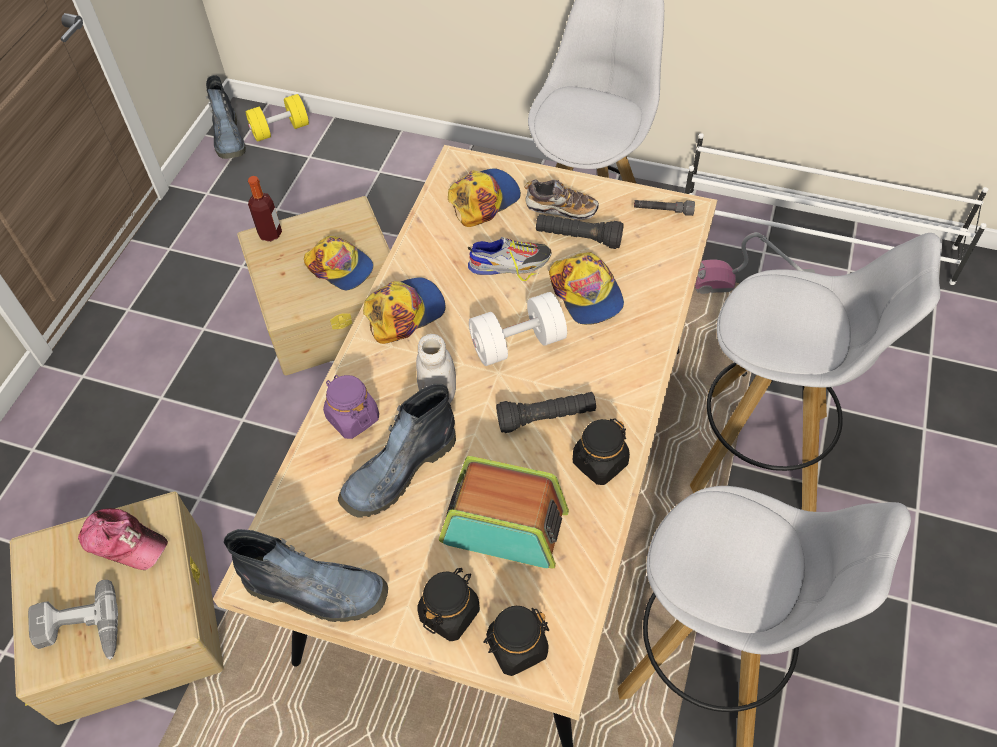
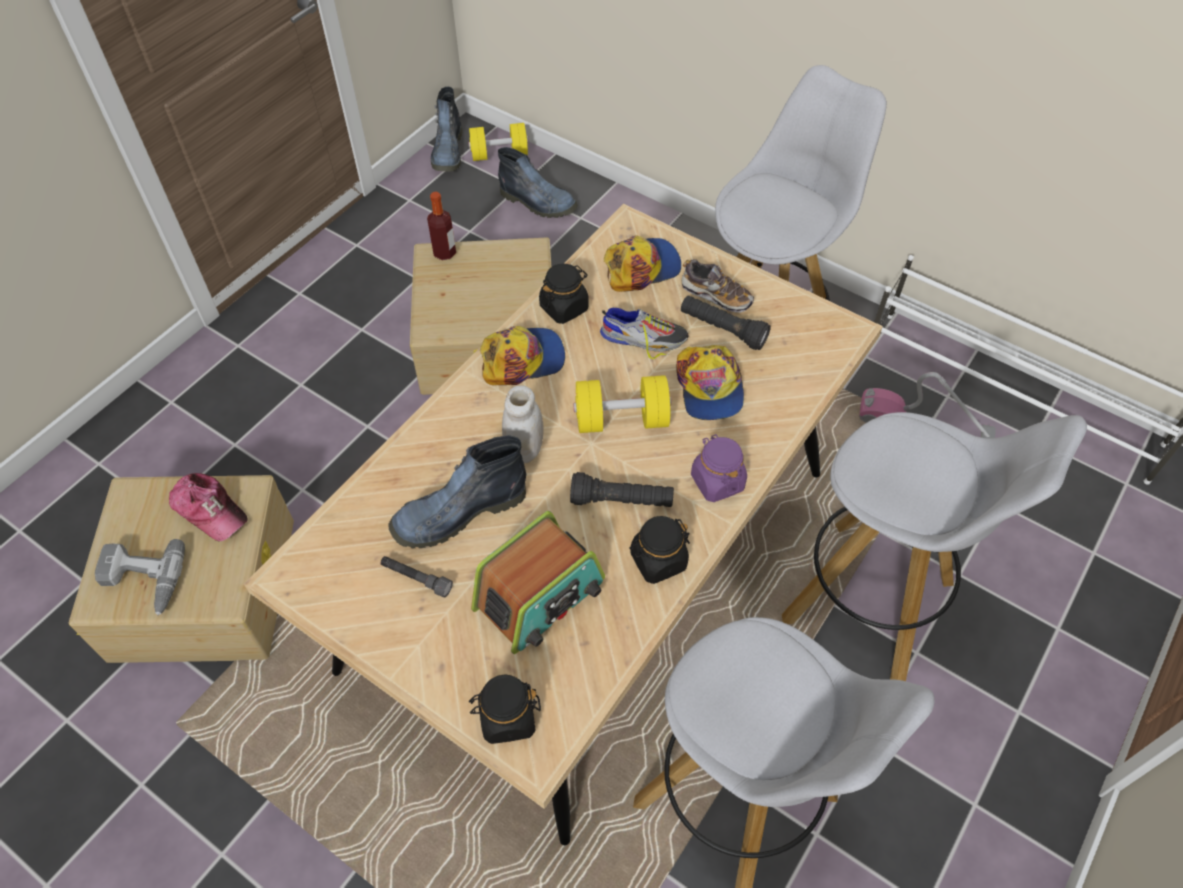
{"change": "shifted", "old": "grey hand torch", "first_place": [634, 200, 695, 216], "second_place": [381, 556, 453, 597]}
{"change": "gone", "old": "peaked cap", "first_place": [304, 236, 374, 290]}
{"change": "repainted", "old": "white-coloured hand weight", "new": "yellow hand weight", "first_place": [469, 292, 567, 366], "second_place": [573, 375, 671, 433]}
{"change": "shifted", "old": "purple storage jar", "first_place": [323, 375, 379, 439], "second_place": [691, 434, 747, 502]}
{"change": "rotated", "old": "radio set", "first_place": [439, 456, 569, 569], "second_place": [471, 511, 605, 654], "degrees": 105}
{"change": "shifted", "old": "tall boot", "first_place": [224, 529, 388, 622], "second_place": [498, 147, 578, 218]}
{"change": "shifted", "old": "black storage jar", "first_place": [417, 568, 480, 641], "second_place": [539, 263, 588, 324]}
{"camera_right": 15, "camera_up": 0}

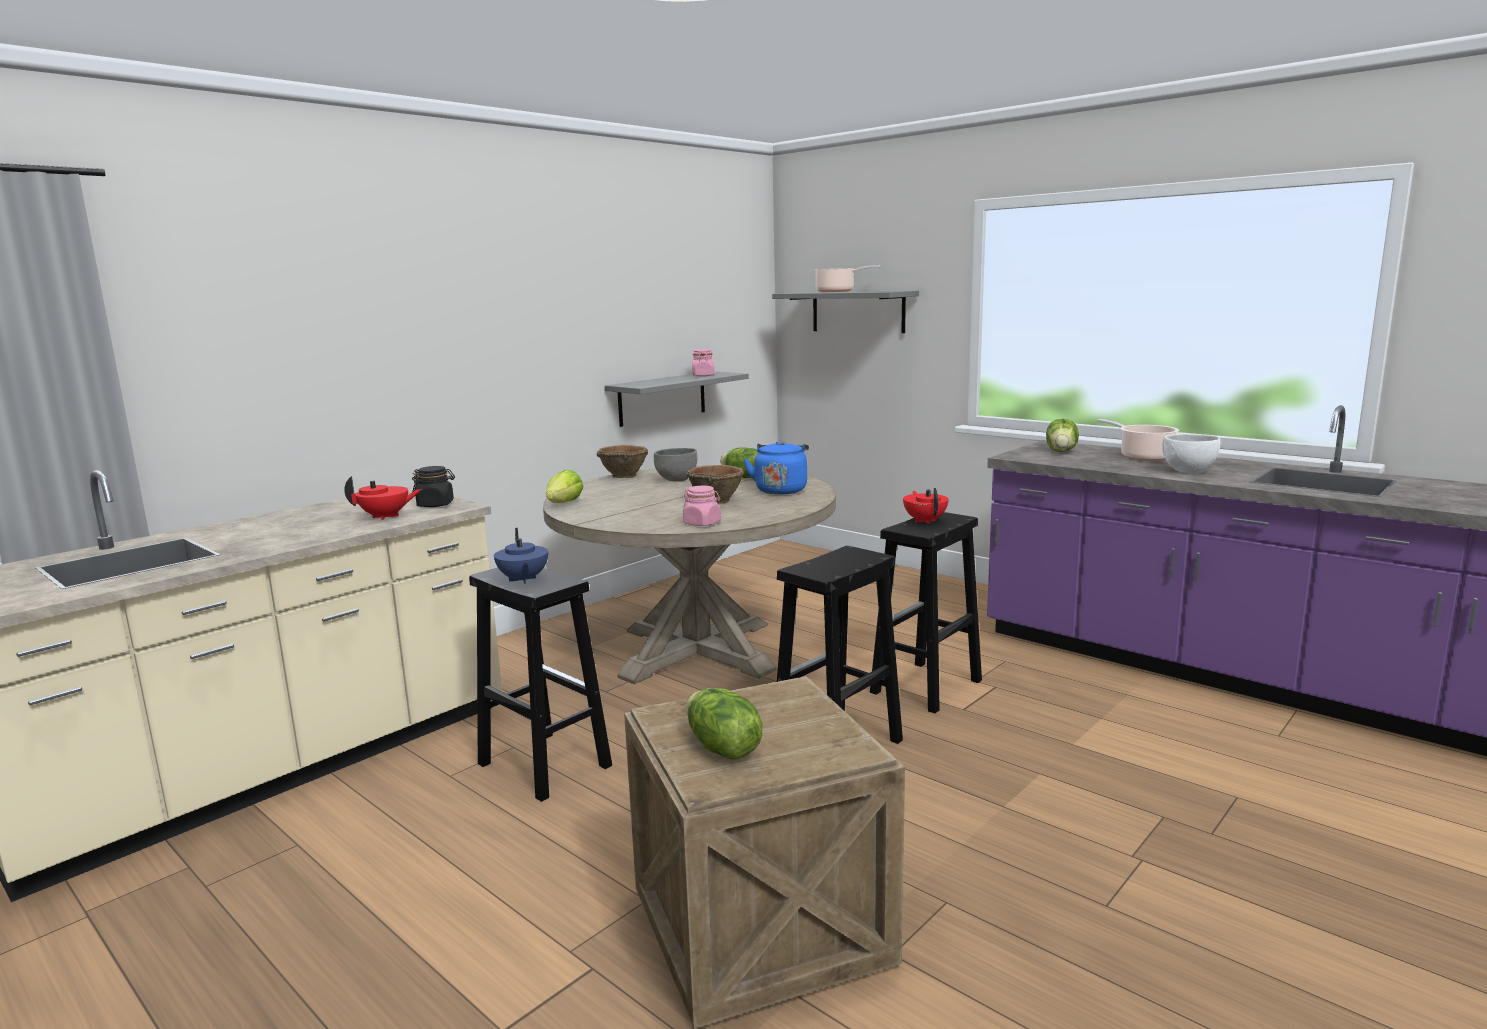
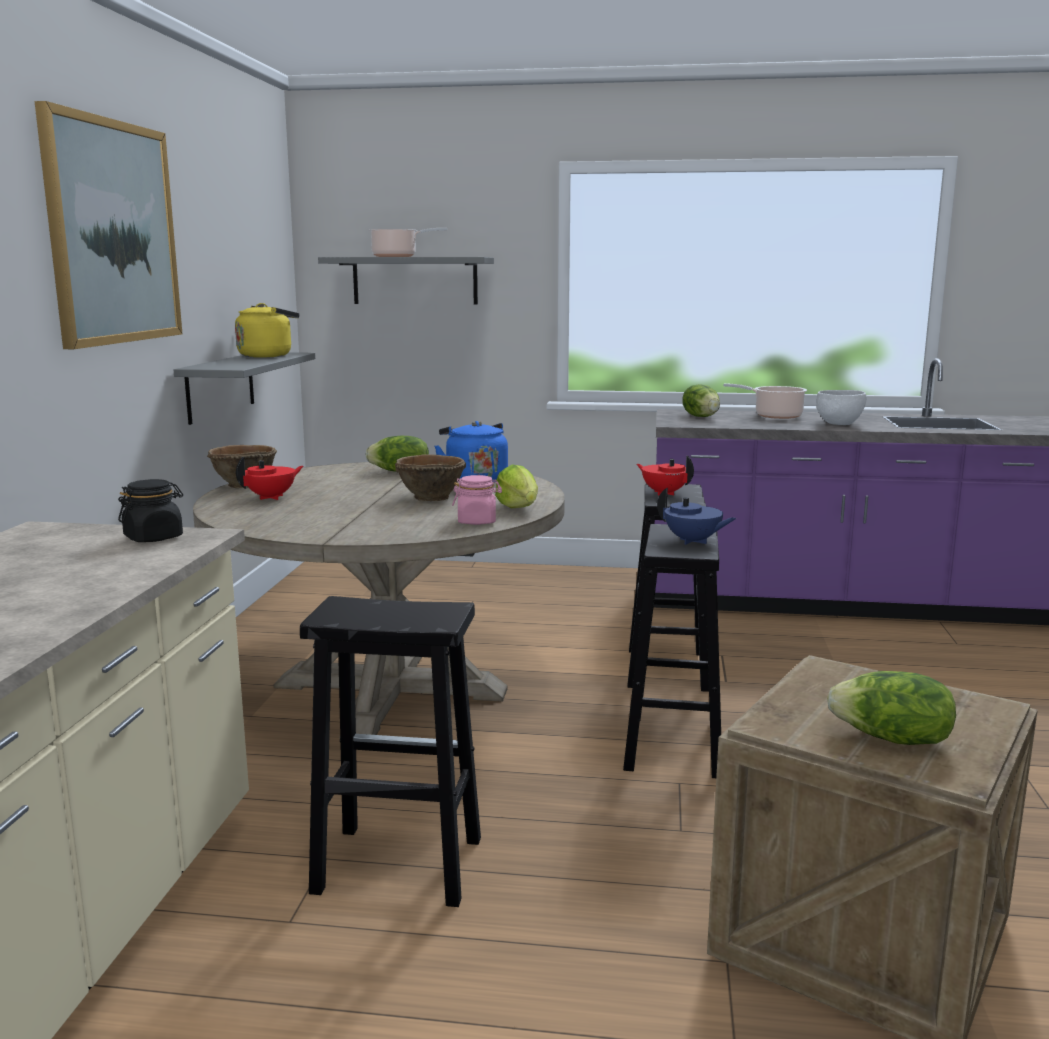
{"change": "swapped", "old": "pink storage jar", "new": "yellow water kettle", "first_place": [692, 349, 714, 377], "second_place": [235, 303, 299, 358]}
{"change": "gone", "old": "grey serving bowl", "first_place": [654, 448, 697, 482]}
{"change": "shifted", "old": "lettuce", "first_place": [546, 470, 583, 503], "second_place": [495, 465, 538, 508]}
{"change": "shifted", "old": "red-coloured tea pot", "first_place": [344, 476, 422, 520], "second_place": [236, 457, 303, 500]}
{"change": "shifted", "old": "blue tea pot", "first_place": [494, 528, 548, 584], "second_place": [657, 488, 736, 545]}
{"change": "new", "new": "wall art", "second_place": [34, 101, 182, 349]}
{"camera_right": -35, "camera_up": 0}

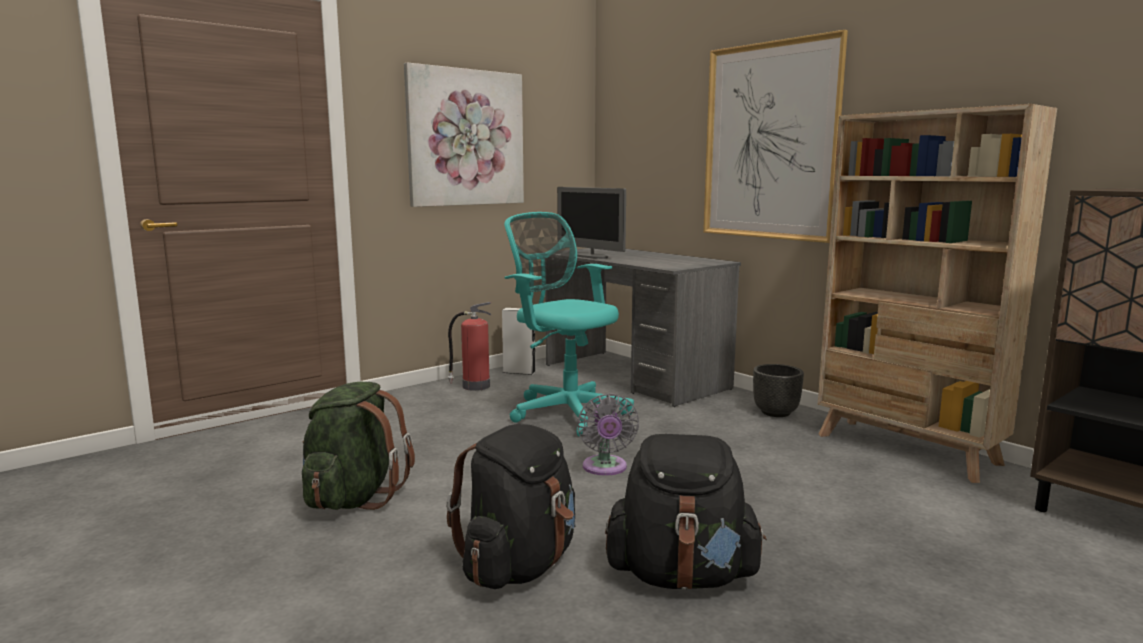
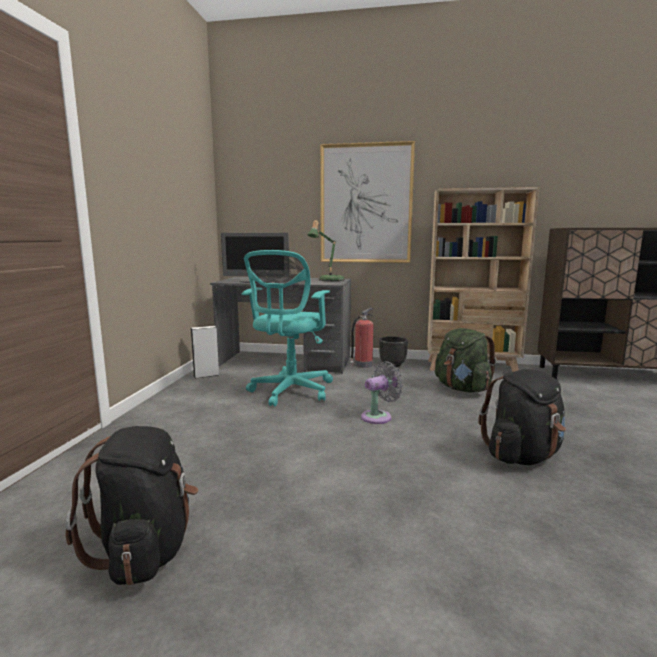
{"change": "gone", "old": "wall art", "first_place": [404, 62, 524, 207]}
{"change": "rotated", "old": "turquoise computer chair", "first_place": [504, 212, 634, 436], "second_place": [241, 250, 333, 406], "degrees": -75}
{"change": "shifted", "old": "fire-fighting cylinder", "first_place": [448, 302, 491, 391], "second_place": [350, 308, 374, 368]}
{"change": "shifted", "old": "green knapsack", "first_place": [302, 382, 415, 510], "second_place": [435, 328, 497, 393]}
{"change": "rotated", "old": "grey cooling fan", "first_place": [577, 393, 639, 476], "second_place": [361, 361, 403, 424], "degrees": -75}
{"change": "shifted", "old": "black knapsack", "first_place": [446, 424, 575, 589], "second_place": [66, 426, 199, 585]}
{"change": "new", "new": "table lamp", "second_place": [307, 220, 345, 281]}
{"camera_right": -40, "camera_up": 0}

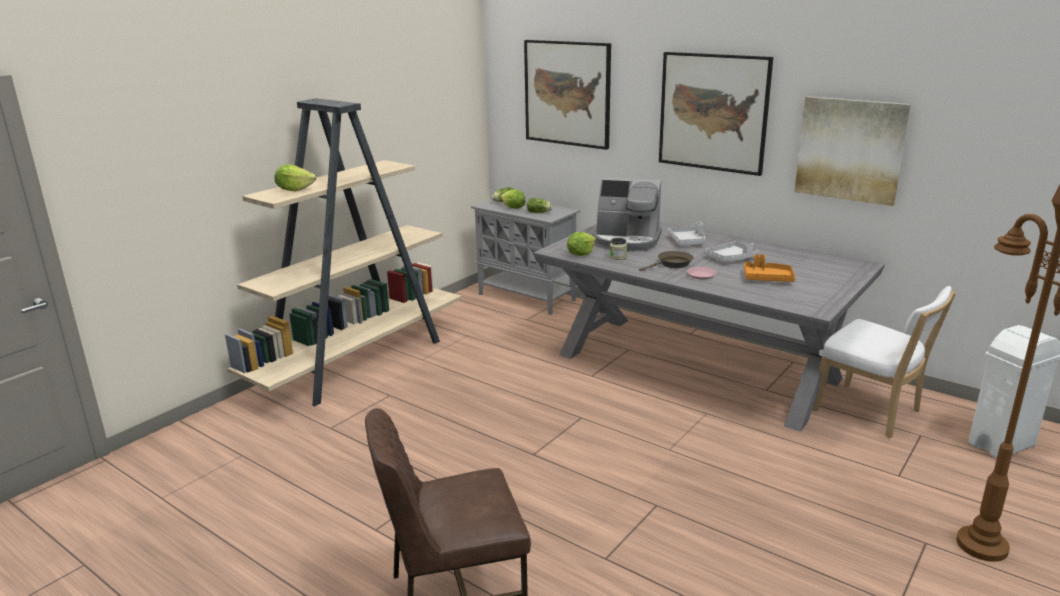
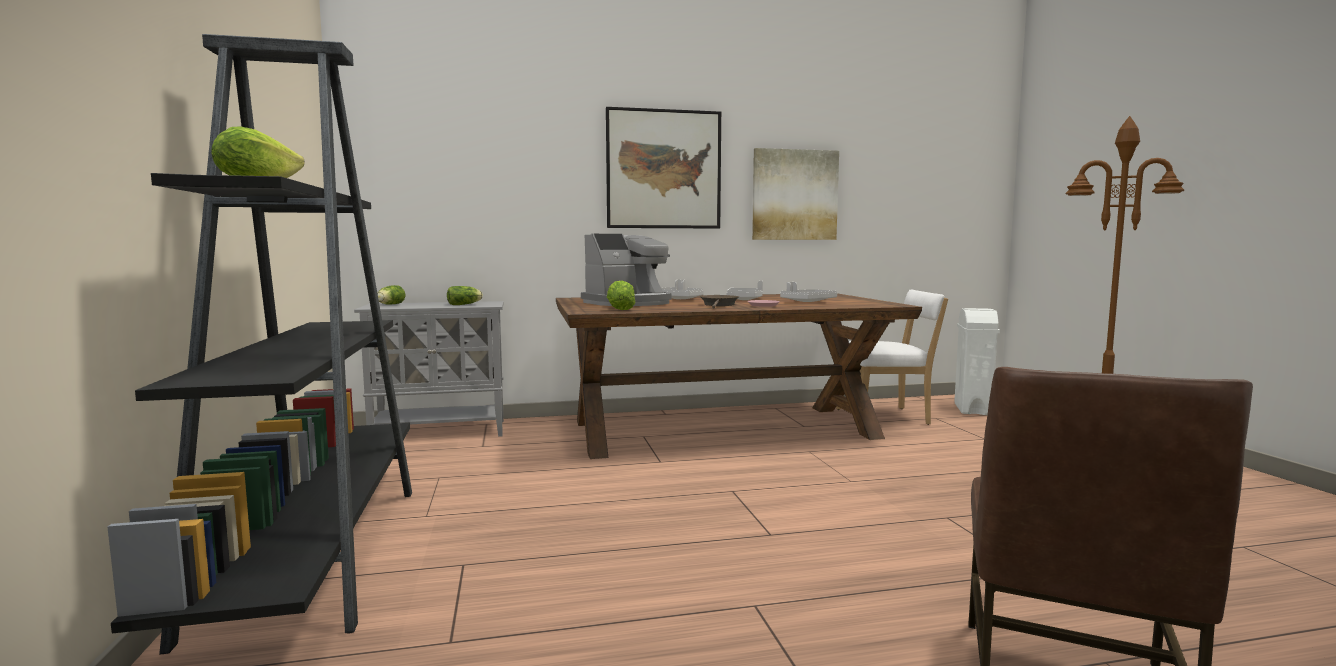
{"change": "gone", "old": "wall art", "first_place": [524, 40, 611, 150]}
{"change": "repainted", "old": "beige bookshelf", "new": "black bookshelf", "first_place": [225, 98, 462, 406], "second_place": [107, 34, 412, 654]}
{"change": "gone", "old": "lettuce", "first_place": [501, 189, 526, 209]}
{"change": "repainted", "old": "grey kitchen table", "new": "brownish kitchen table", "first_place": [533, 222, 885, 432], "second_place": [556, 293, 922, 459]}
{"change": "gone", "old": "storage jar", "first_place": [610, 238, 627, 260]}
{"change": "repainted", "old": "orange tray", "new": "grey tray", "first_place": [744, 254, 795, 282], "second_place": [780, 282, 837, 302]}
{"camera_right": -50, "camera_up": -15}

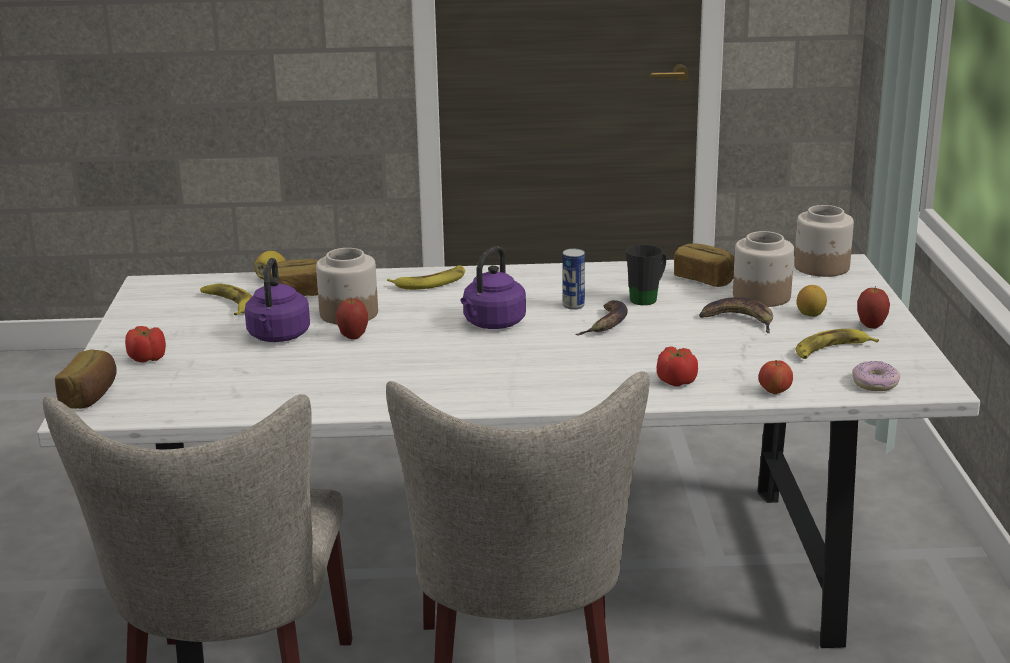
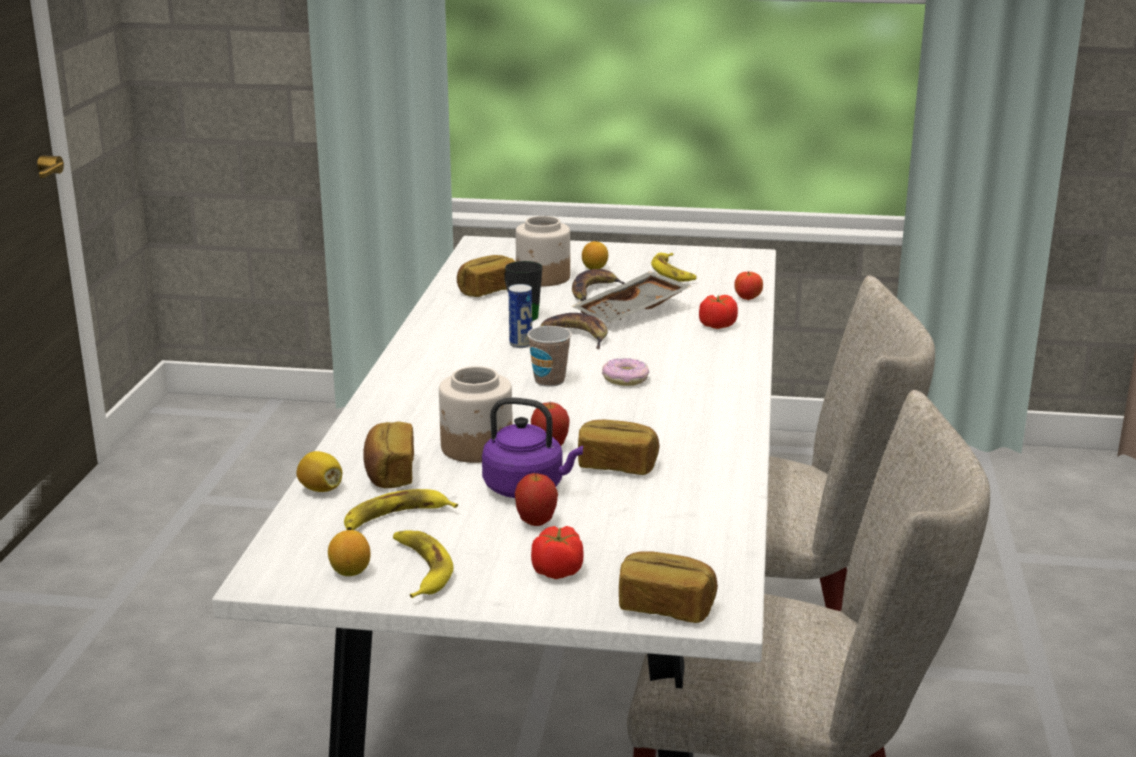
{"change": "gone", "old": "storage jar", "first_place": [794, 205, 854, 277]}
{"change": "swapped", "old": "purple water kettle", "new": "drinking cup", "first_place": [461, 246, 526, 329], "second_place": [527, 326, 572, 387]}
{"change": "shifted", "old": "whole banana", "first_place": [387, 265, 465, 290], "second_place": [393, 530, 454, 598]}
{"change": "shifted", "old": "whole apple", "first_place": [857, 286, 890, 328], "second_place": [515, 472, 558, 526]}
{"change": "shifted", "old": "ring doughnut", "first_place": [852, 361, 900, 391], "second_place": [602, 358, 649, 386]}
{"change": "new", "new": "grey tray", "second_place": [571, 271, 691, 322]}
{"change": "new", "new": "bakery bread", "second_place": [578, 419, 660, 475]}
{"change": "new", "new": "lemon", "second_place": [328, 530, 370, 576]}
{"camera_right": -80, "camera_up": 0}

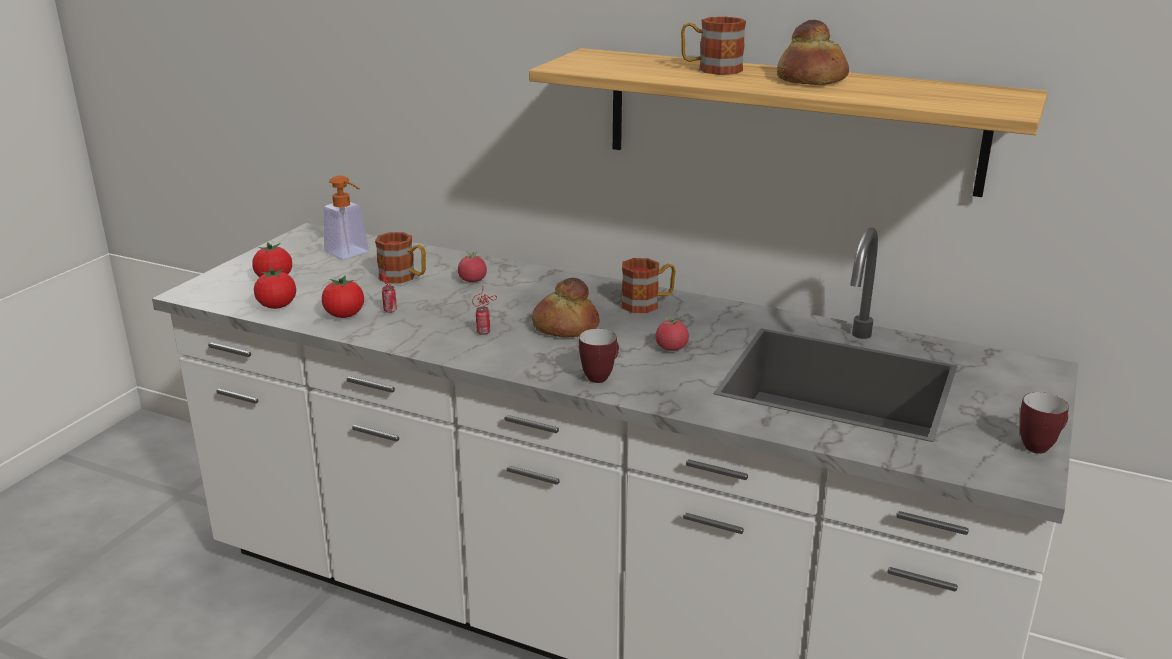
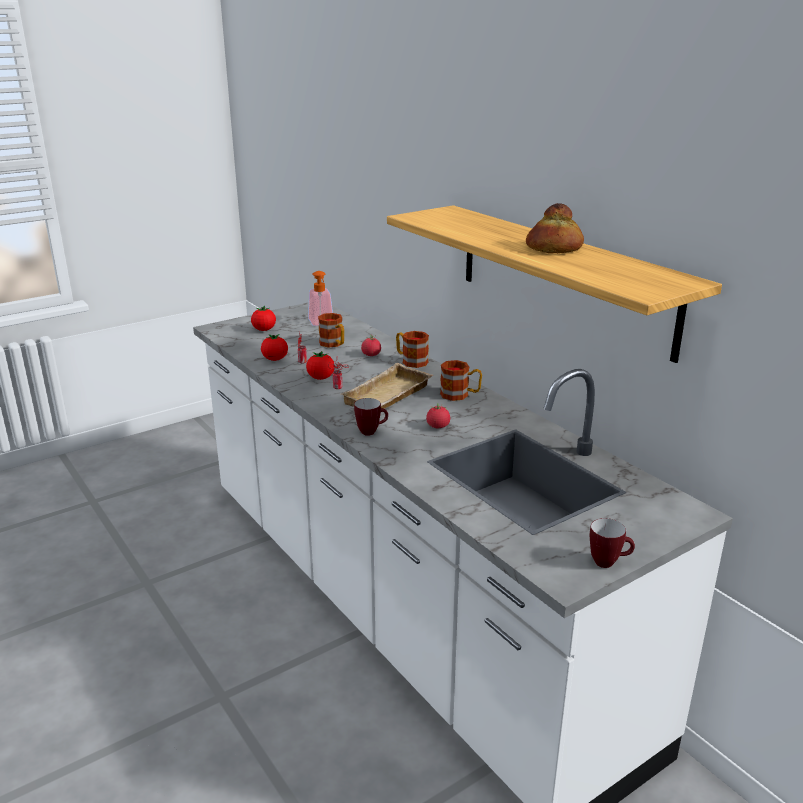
{"change": "shifted", "old": "coffee mug", "first_place": [681, 17, 746, 75], "second_place": [396, 331, 429, 368]}
{"change": "shifted", "old": "tomato", "first_place": [254, 267, 296, 309], "second_place": [306, 351, 335, 380]}
{"change": "swapped", "old": "bakery bread", "new": "beige tray", "first_place": [532, 278, 600, 337], "second_place": [341, 363, 433, 409]}
{"camera_right": 30, "camera_up": 0}

